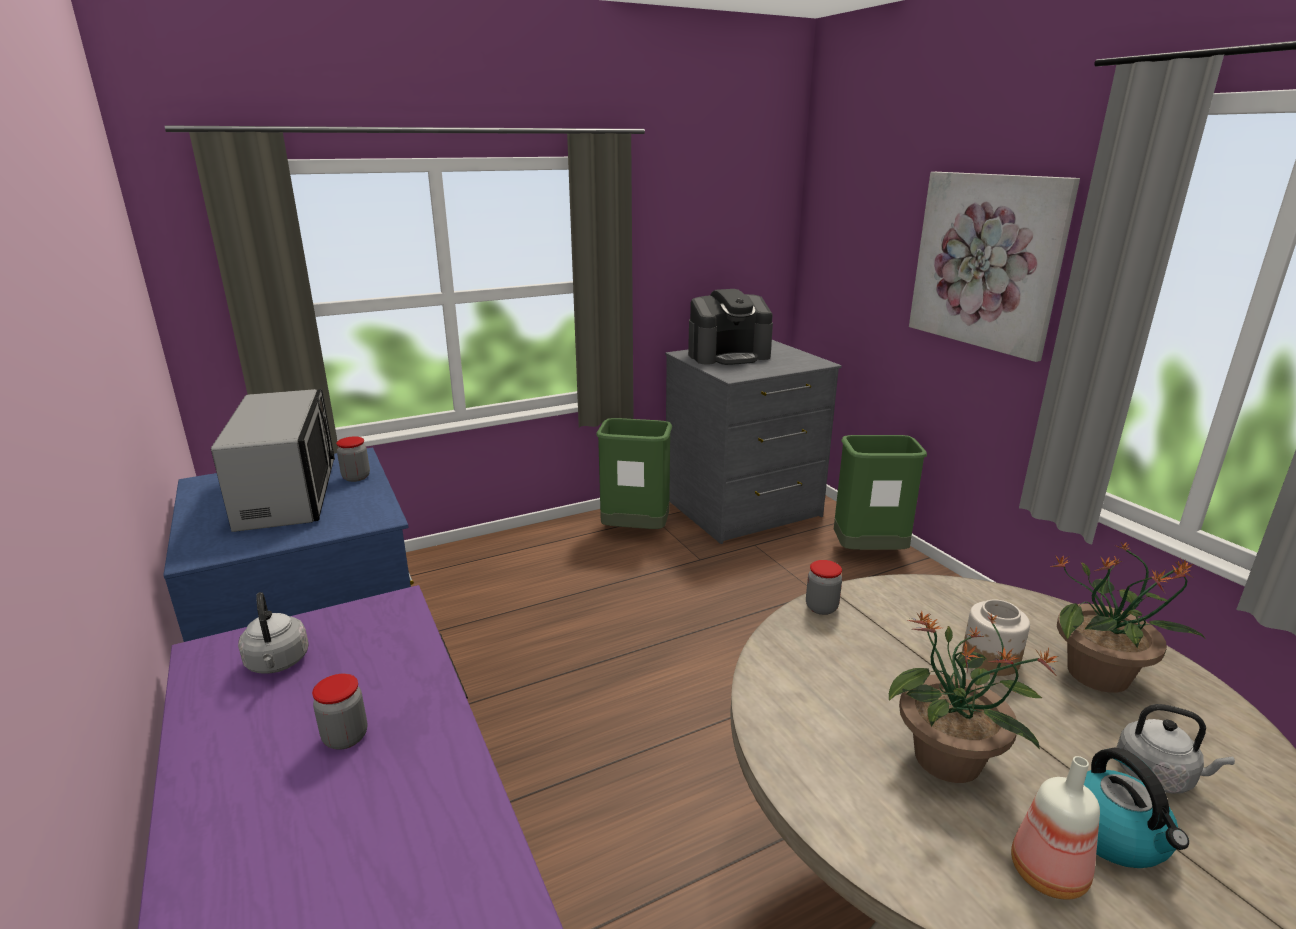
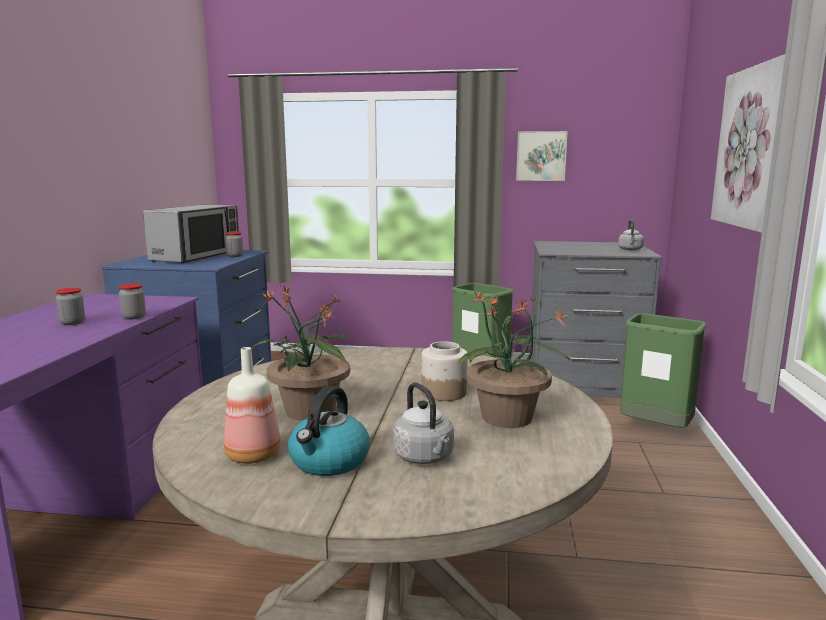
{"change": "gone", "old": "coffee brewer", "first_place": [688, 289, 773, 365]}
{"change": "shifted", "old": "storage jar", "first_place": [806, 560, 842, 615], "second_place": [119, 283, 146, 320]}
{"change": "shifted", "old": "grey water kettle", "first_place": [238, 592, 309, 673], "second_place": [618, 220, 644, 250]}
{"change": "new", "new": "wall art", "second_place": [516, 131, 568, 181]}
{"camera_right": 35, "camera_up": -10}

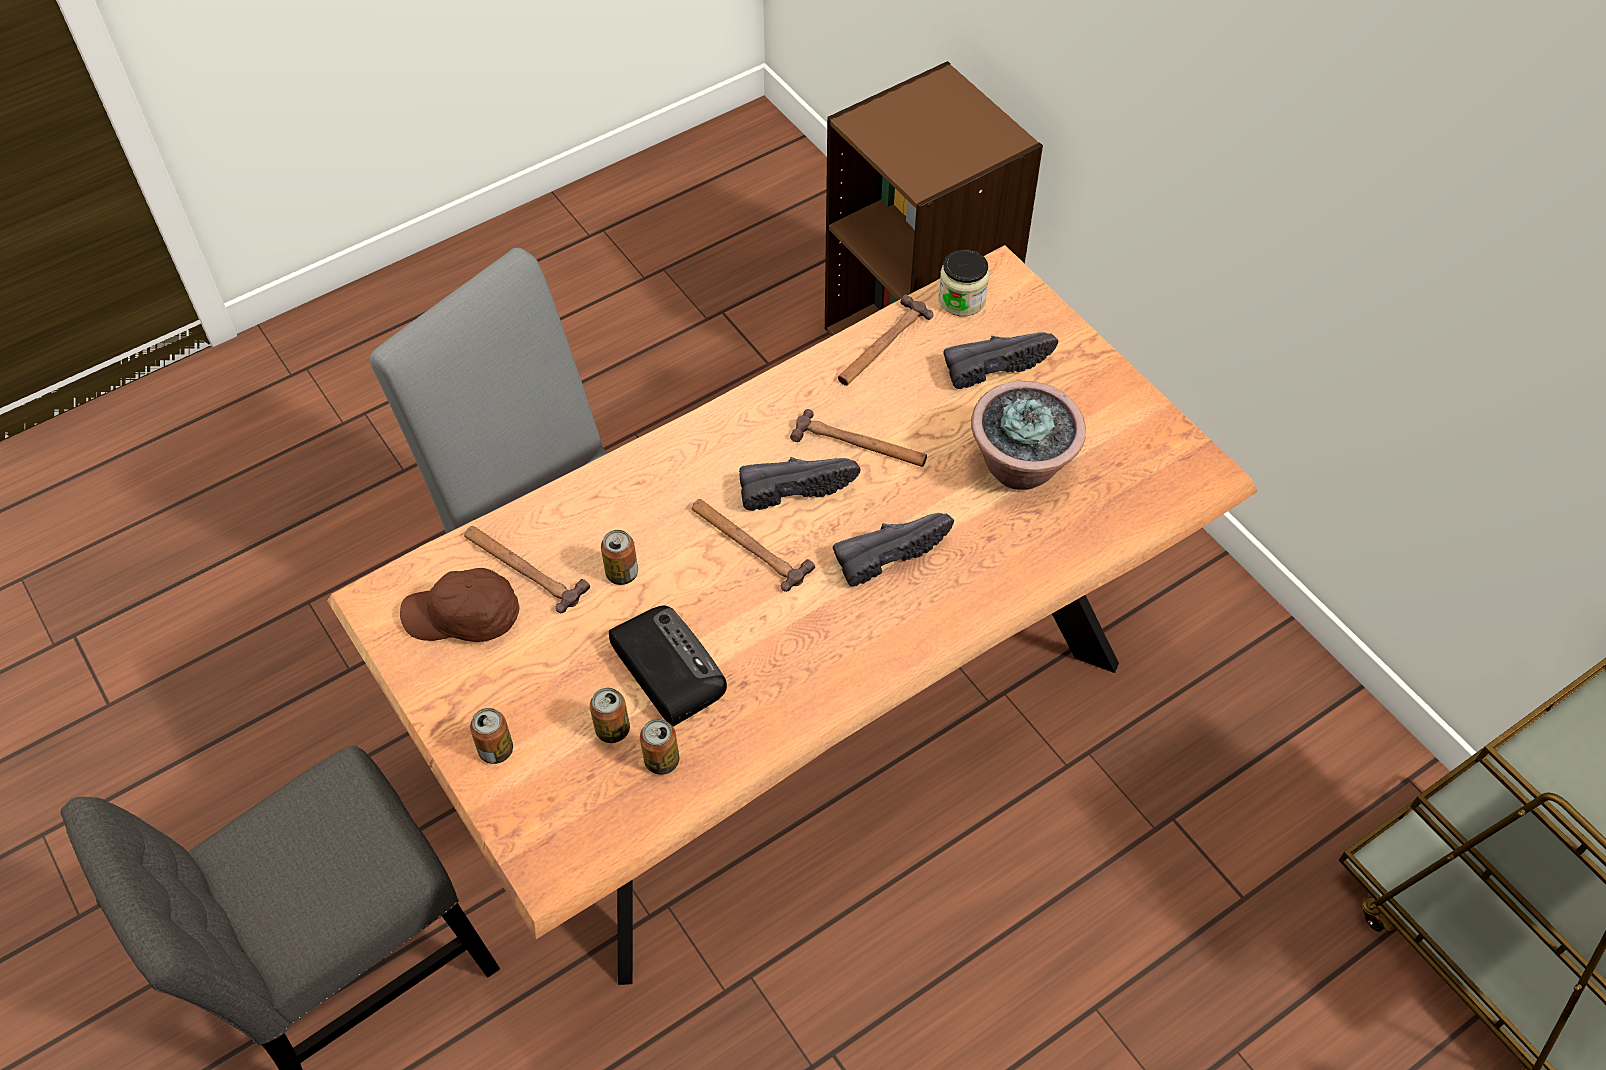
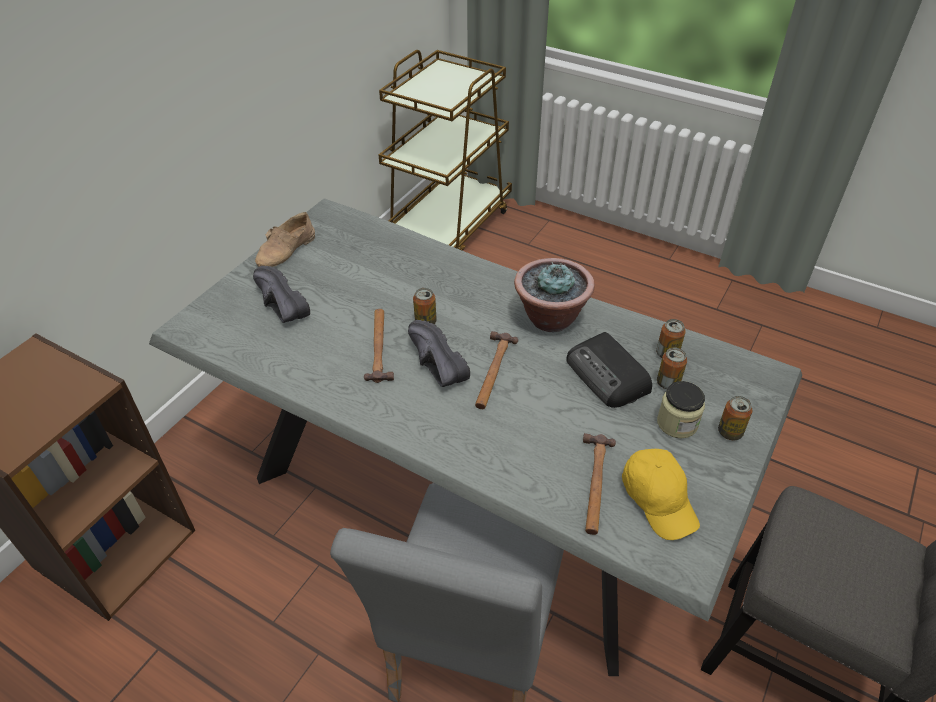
{"change": "repainted", "old": "brownish kitchen table", "new": "grey kitchen table", "first_place": [327, 245, 1258, 985], "second_place": [149, 198, 802, 676]}
{"change": "shifted", "old": "storage jar", "first_place": [938, 249, 989, 316], "second_place": [657, 381, 705, 438]}
{"change": "gone", "old": "hand hammer", "first_place": [838, 294, 934, 386]}
{"change": "shifted", "old": "plant in a pot", "first_place": [971, 381, 1086, 490], "second_place": [514, 258, 595, 332]}
{"change": "gone", "old": "black item of footwear", "first_place": [833, 513, 954, 587]}
{"change": "shifted", "old": "metal can", "first_place": [601, 530, 638, 585], "second_place": [413, 288, 437, 324]}
{"change": "repainted", "old": "brownish peaked cap", "new": "yellow peaked cap", "first_place": [400, 568, 520, 642], "second_place": [622, 449, 700, 540]}
{"change": "rotated", "old": "radio set", "first_place": [609, 606, 727, 727], "second_place": [566, 332, 652, 408], "degrees": -60}
{"change": "new", "new": "beige item of footwear", "second_place": [255, 212, 315, 267]}
{"camera_right": -115, "camera_up": -10}

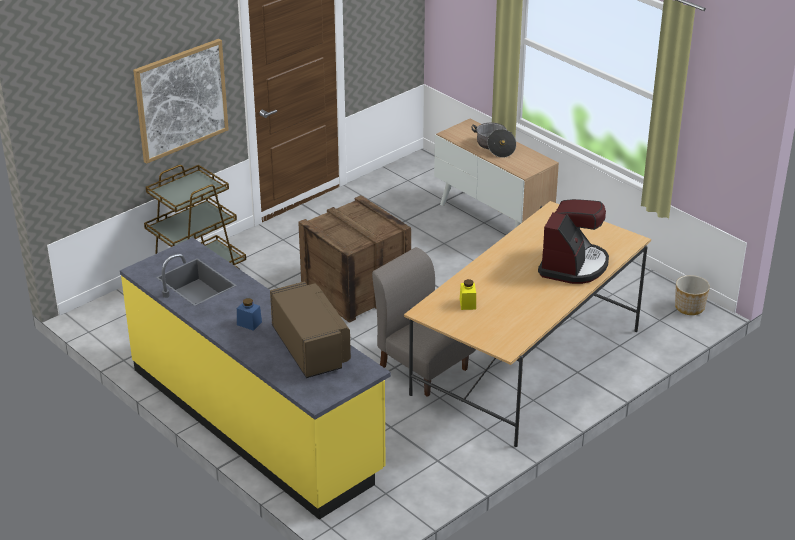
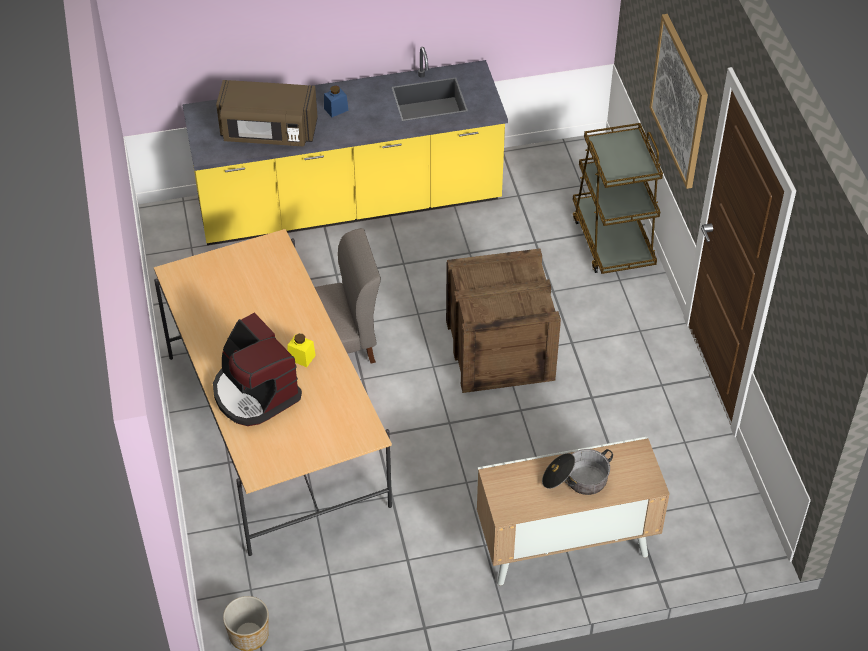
{"change": "shifted", "old": "yellow storage jar", "first_place": [460, 279, 476, 310], "second_place": [287, 334, 316, 367]}
{"camera_right": 120, "camera_up": 15}

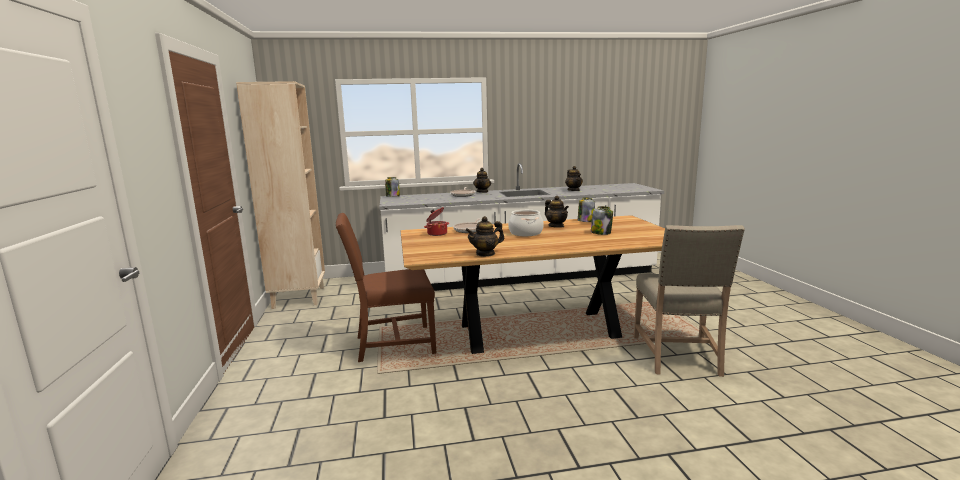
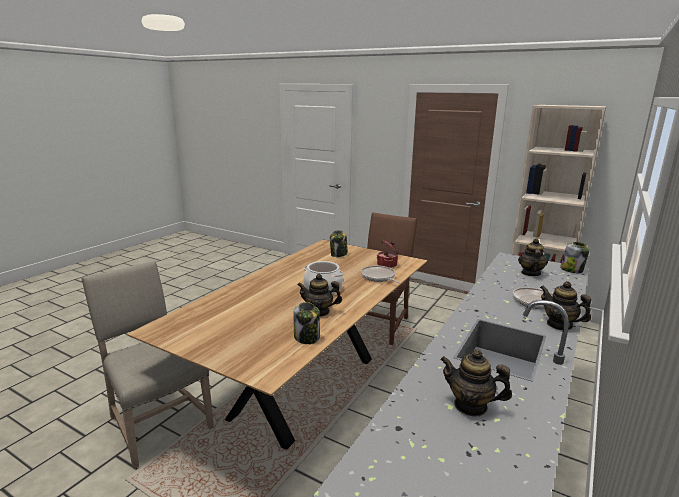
{"change": "shifted", "old": "storage jar", "first_place": [591, 206, 613, 235], "second_place": [330, 230, 348, 257]}
{"change": "shifted", "old": "tea pot", "first_place": [466, 216, 504, 257], "second_place": [518, 238, 548, 276]}
{"camera_right": 130, "camera_up": 5}

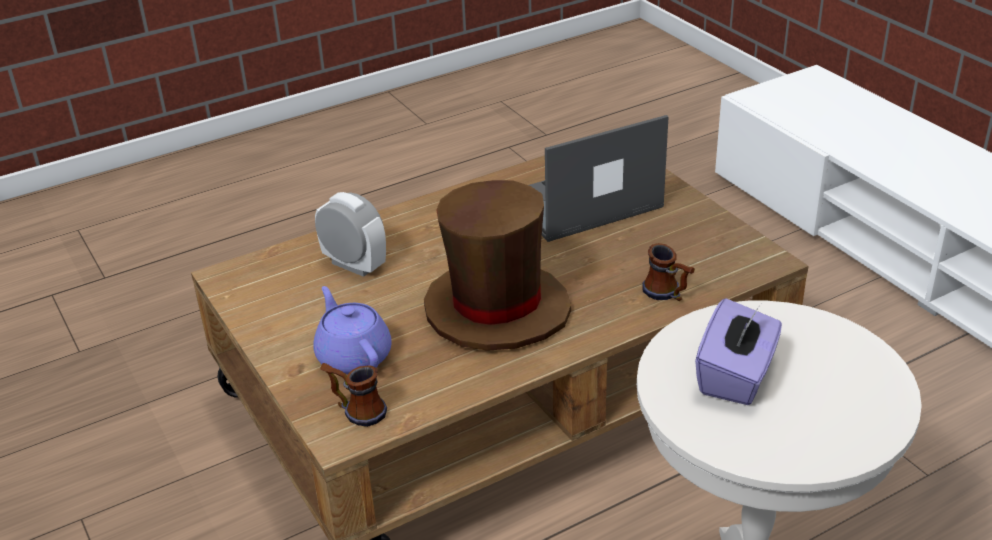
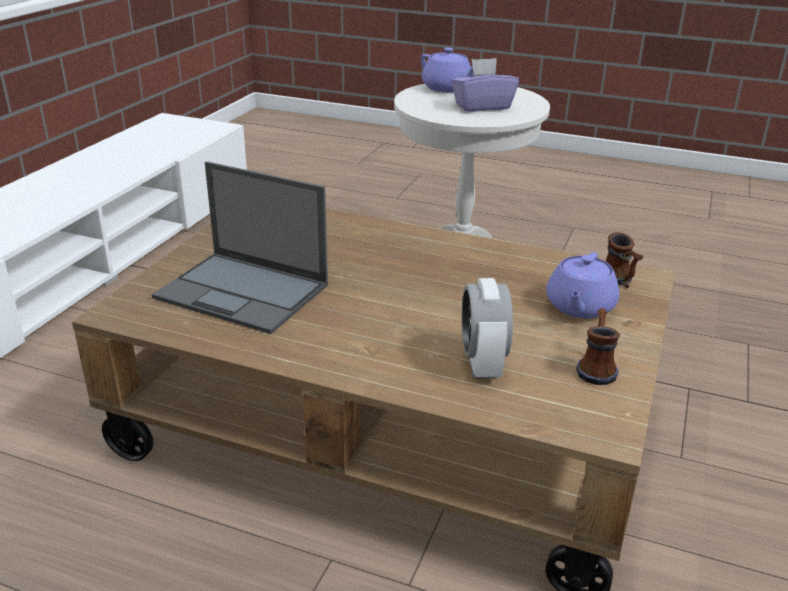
{"change": "gone", "old": "brownish hat", "first_place": [424, 180, 571, 351]}
{"change": "shifted", "old": "coffee mug", "first_place": [642, 243, 695, 301], "second_place": [576, 308, 621, 385]}
{"change": "new", "new": "purple tea pot", "second_place": [420, 48, 474, 93]}
{"camera_right": -130, "camera_up": -5}

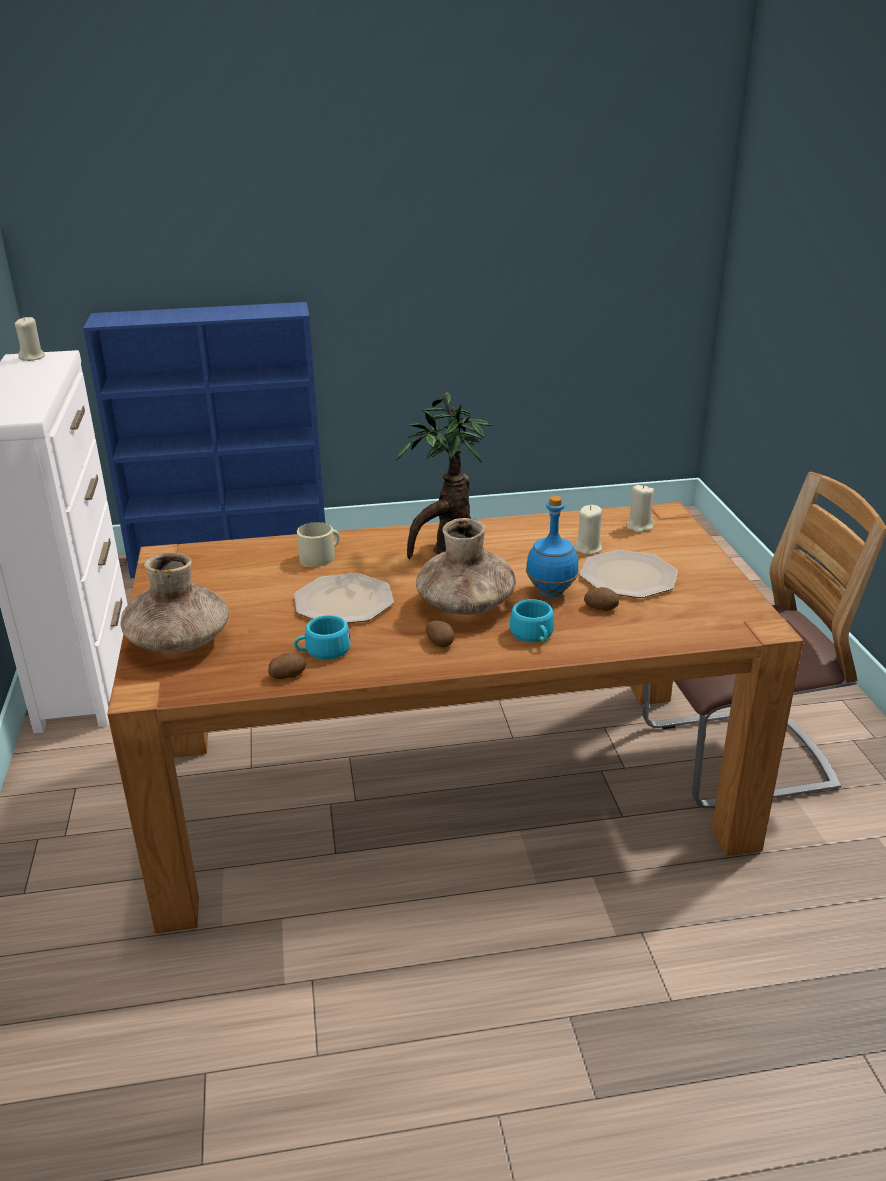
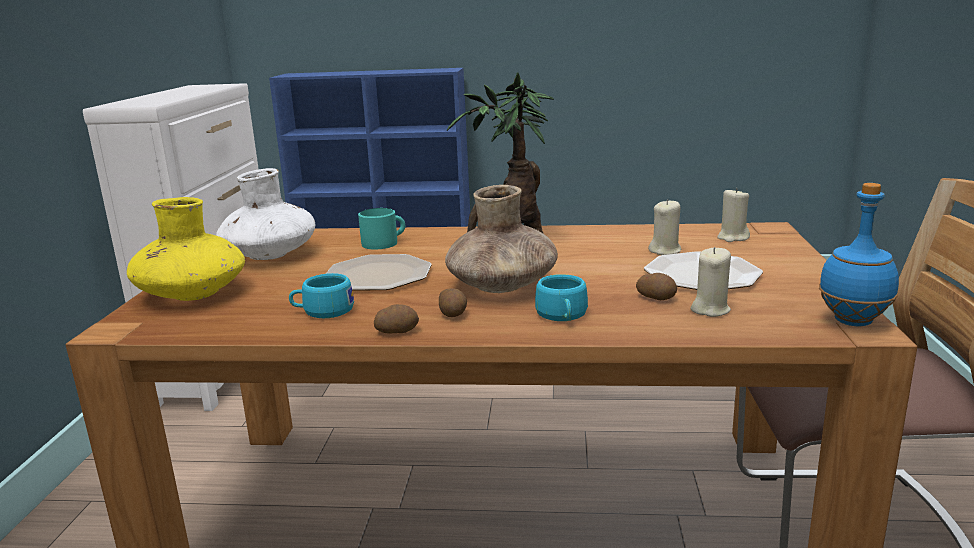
{"change": "shifted", "old": "beige wax light", "first_place": [15, 317, 45, 361], "second_place": [690, 247, 731, 317]}
{"change": "shifted", "old": "blue bottle", "first_place": [526, 496, 579, 597], "second_place": [819, 183, 899, 326]}
{"change": "repainted", "old": "beige coffee mug", "new": "turquoise coffee mug", "first_place": [297, 522, 340, 567], "second_place": [358, 208, 405, 249]}
{"change": "repainted", "old": "brownish vase", "new": "yellow vase", "first_place": [121, 553, 229, 653], "second_place": [127, 197, 245, 301]}
{"change": "shifted", "old": "spud", "first_place": [268, 652, 307, 679], "second_place": [374, 304, 419, 333]}
{"change": "new", "new": "white-coloured vase", "second_place": [216, 168, 315, 260]}
{"camera_right": 15, "camera_up": -10}

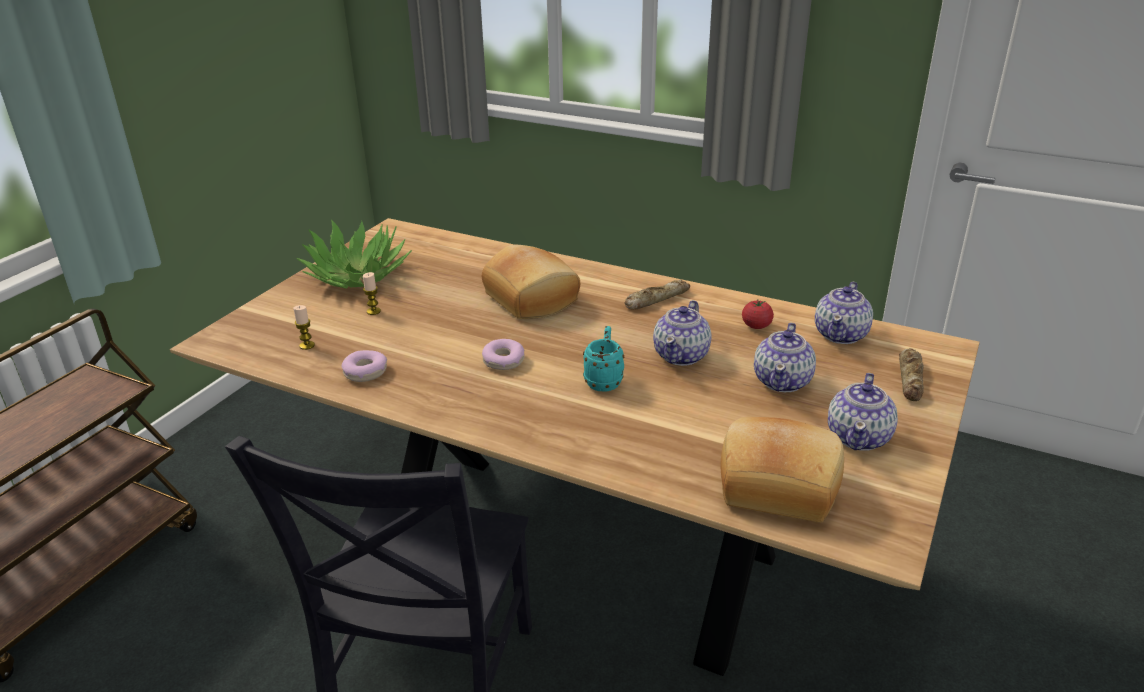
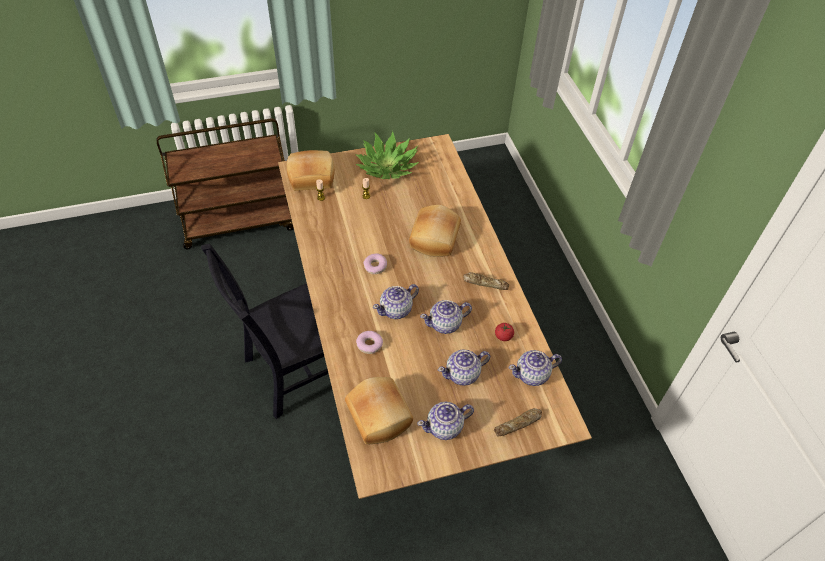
{"change": "swapped", "old": "turquoise coffee mug", "new": "tea pot", "first_place": [583, 326, 624, 392], "second_place": [373, 284, 419, 319]}
{"change": "shifted", "old": "ring doughnut", "first_place": [342, 350, 387, 382], "second_place": [356, 331, 383, 354]}
{"change": "new", "new": "bakery bread", "second_place": [287, 150, 335, 191]}
{"camera_right": 45, "camera_up": 20}

